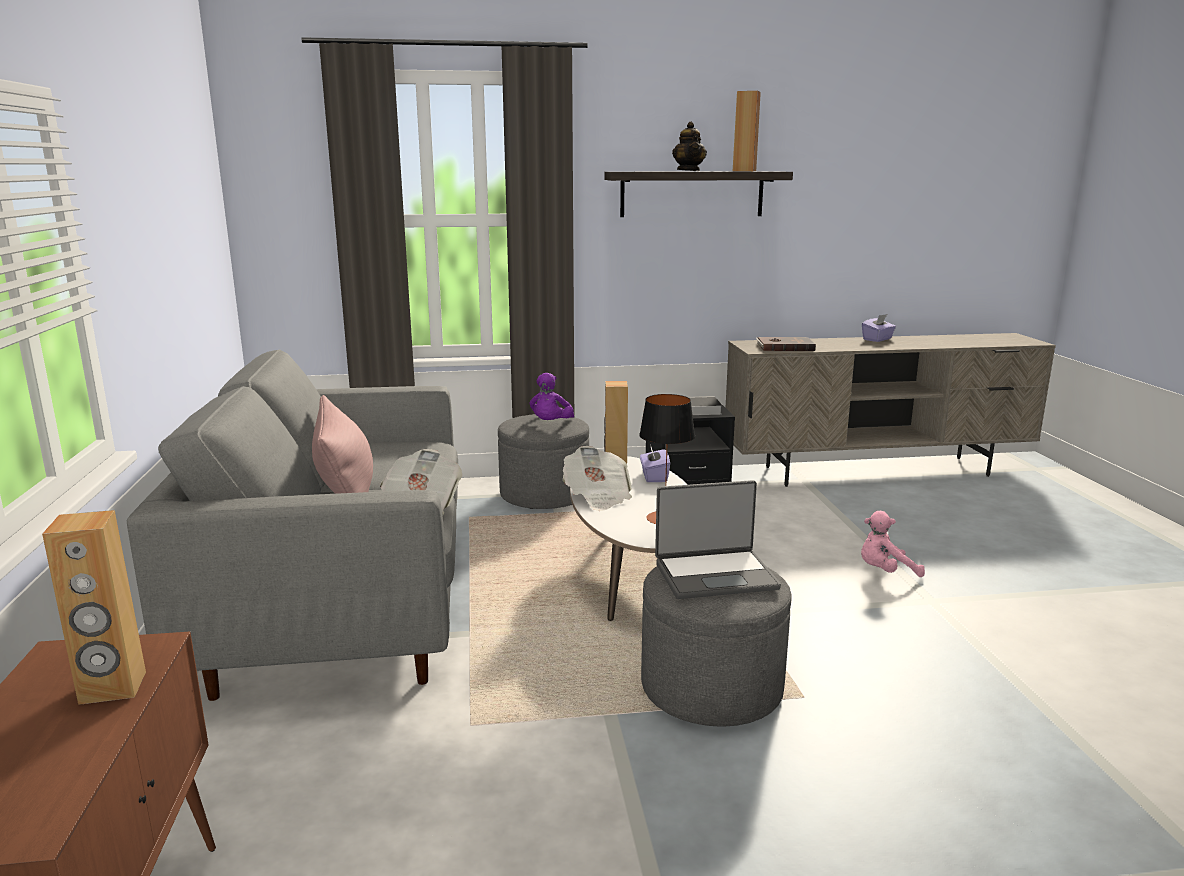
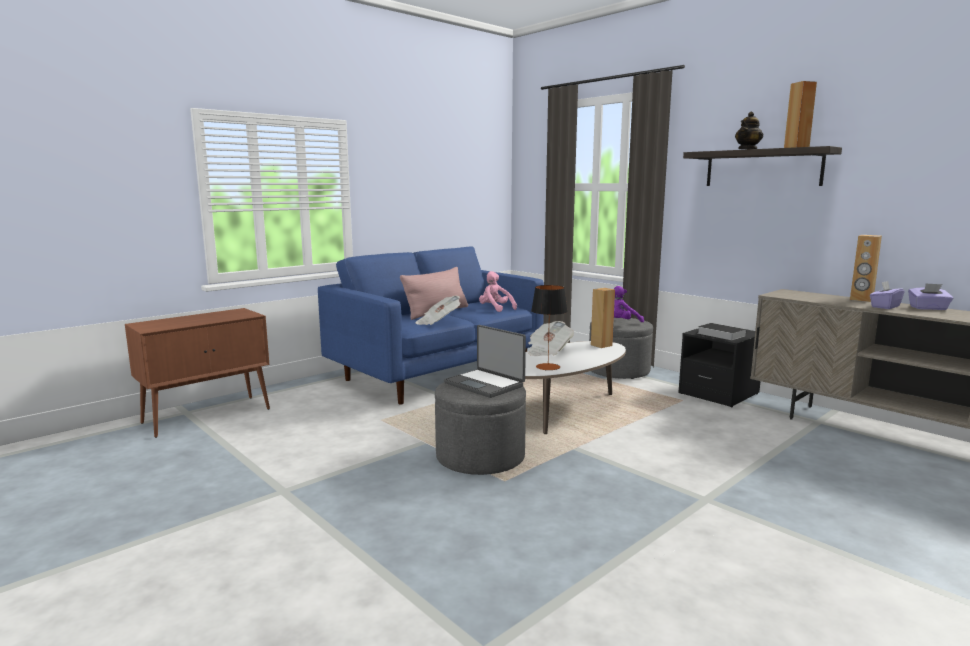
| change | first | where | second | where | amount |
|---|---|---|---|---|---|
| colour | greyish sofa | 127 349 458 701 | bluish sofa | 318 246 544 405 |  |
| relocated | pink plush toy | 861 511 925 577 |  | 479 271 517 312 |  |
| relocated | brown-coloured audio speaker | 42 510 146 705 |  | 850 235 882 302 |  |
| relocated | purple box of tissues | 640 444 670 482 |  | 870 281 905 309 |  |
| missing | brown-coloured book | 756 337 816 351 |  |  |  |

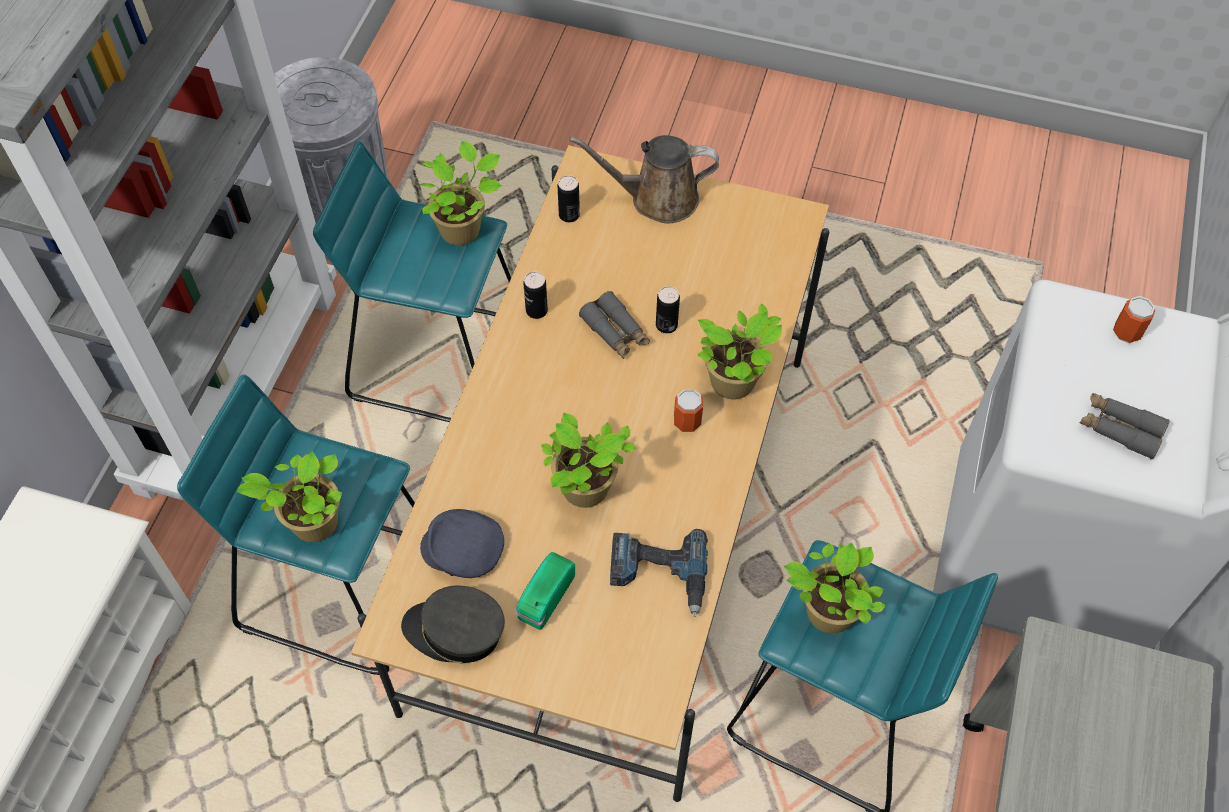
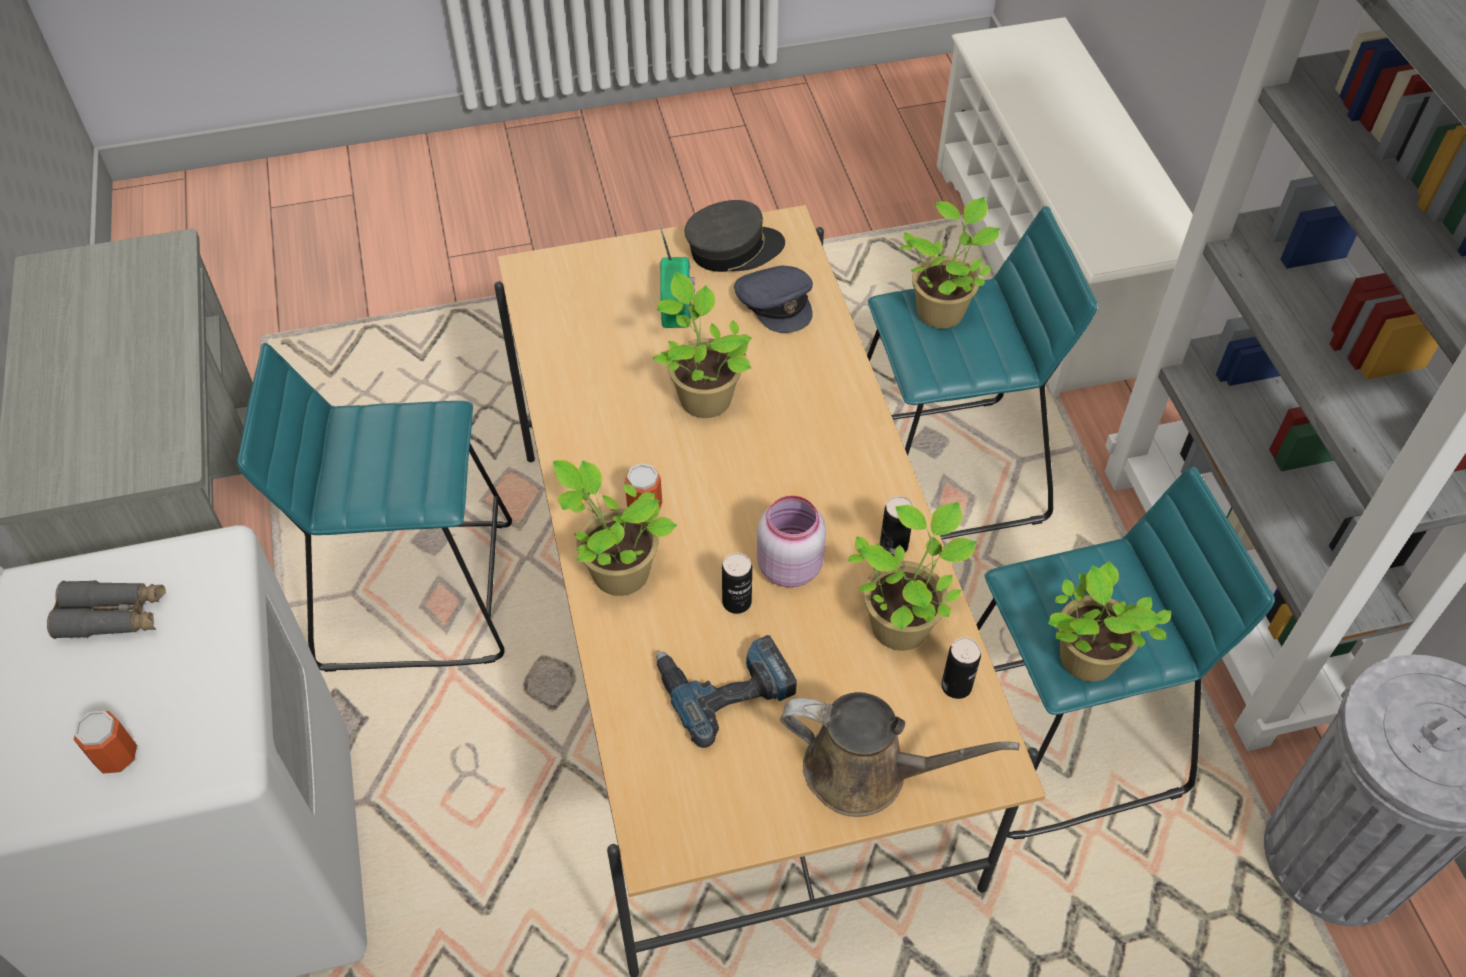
| change | first | where | second | where | amount |
|---|---|---|---|---|---|
| relocated | power drill | 610 529 708 617 |  | 656 635 797 748 |  |
| spun | greyish baseball cap | 420 509 504 578 |  | 734 266 813 333 | 75 degrees clockwise |
| exchanged | greyish binoculars | 579 291 650 359 | pink preserve jar | 757 495 826 587 |  |
| spun | brown-coloured watering pot | 569 135 719 223 |  | 780 692 1020 817 | 45 degrees clockwise |
| relocated | plant in a pot | 784 543 886 634 |  | 848 502 977 651 |  |

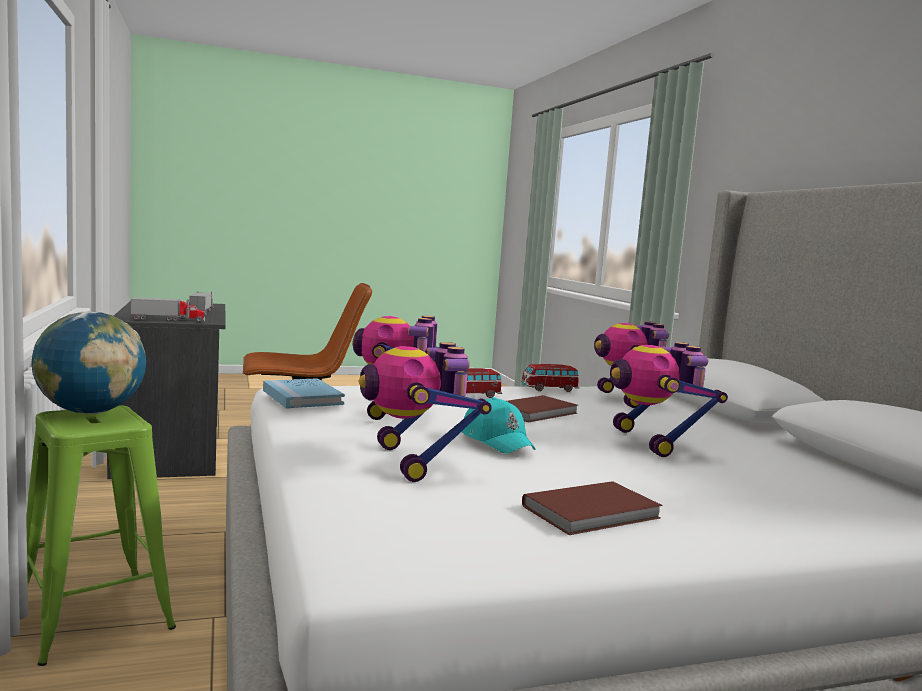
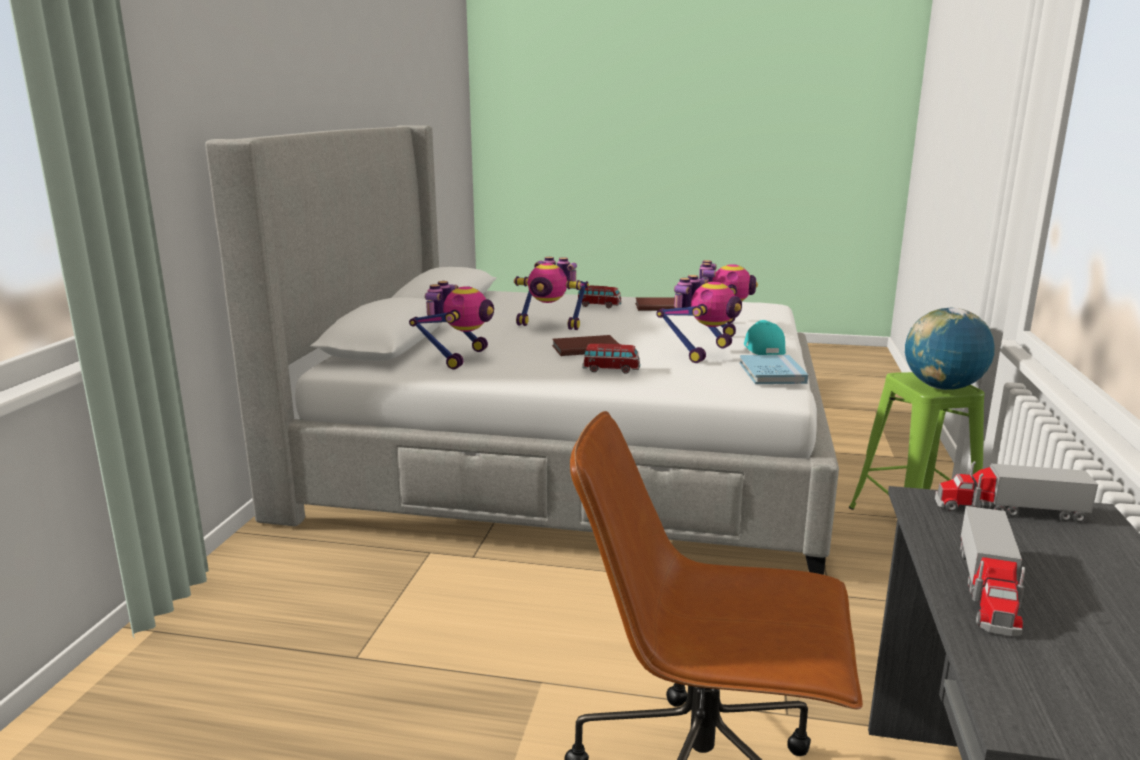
| change | first | where | second | where | amount |
|---|---|---|---|---|---|
| spun | robot figure | 610 342 728 457 |  | 514 257 589 330 | 90 degrees clockwise |
| relocated | miniature car | 521 364 579 392 |  | 577 285 622 308 |  |
| relocated | turquoise-coloured baseball cap | 462 397 535 454 |  | 744 320 786 355 |  |

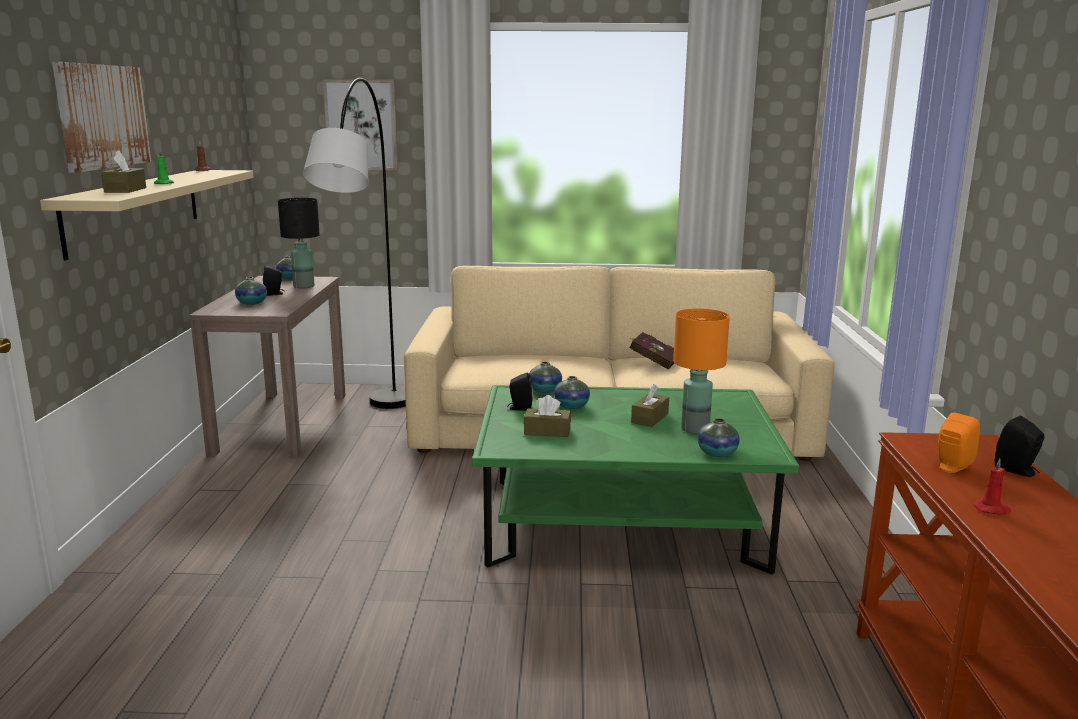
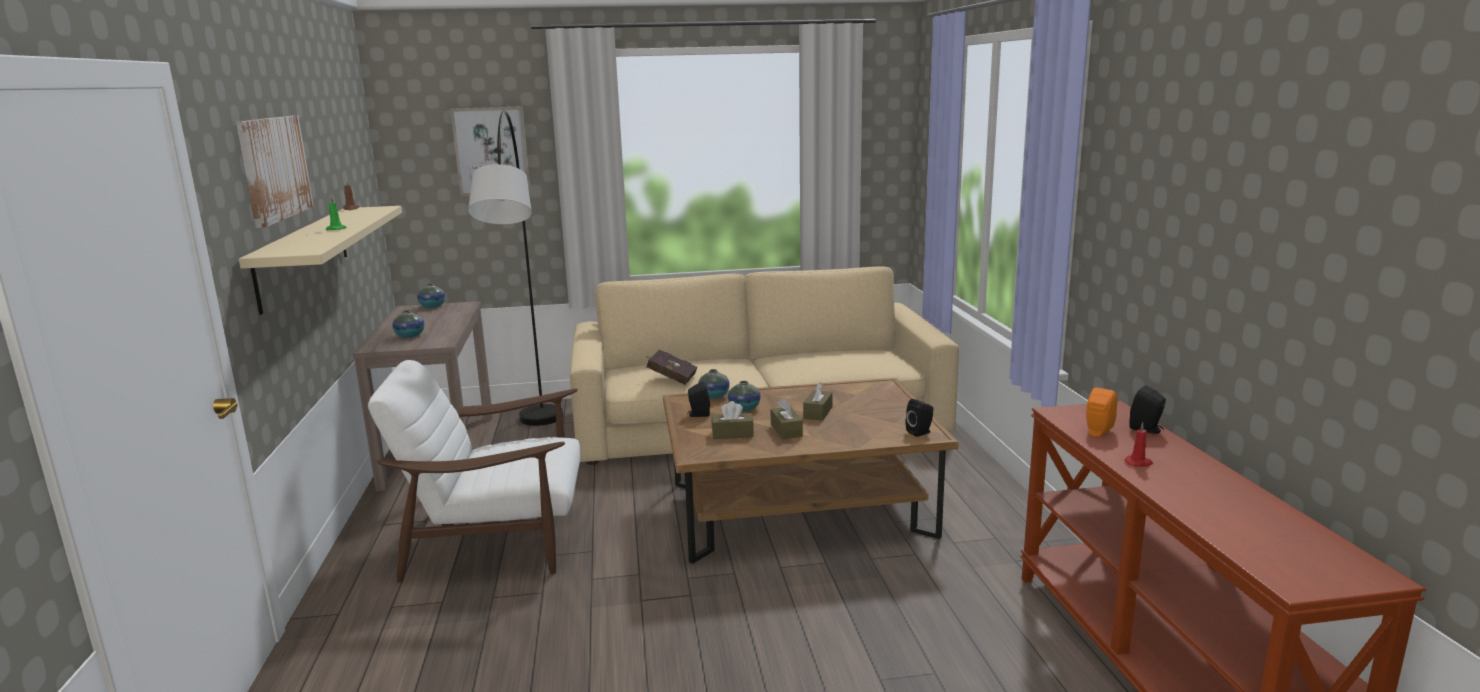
| change | first | where | second | where | amount |
|---|---|---|---|---|---|
| appeared |  |  | whitish lounge chair | 368 360 580 583 |  |
| relocated | red book | 629 332 674 369 |  | 646 350 697 385 |  |
| colour | green-coloured coffee table | 472 385 799 575 | brown-coloured coffee table | 663 378 959 564 |  |
| relocated | brown-coloured box of tissues | 101 150 146 193 |  | 771 398 803 439 |  |
| relocated | black audio speaker | 263 265 285 296 |  | 905 399 933 437 |  |
| missing | black table lamp | 278 198 320 289 |  |  |  |
| missing | orangey table lamp | 673 308 730 434 |  |  |  |
| missing | vase | 697 418 740 457 |  |  |  |

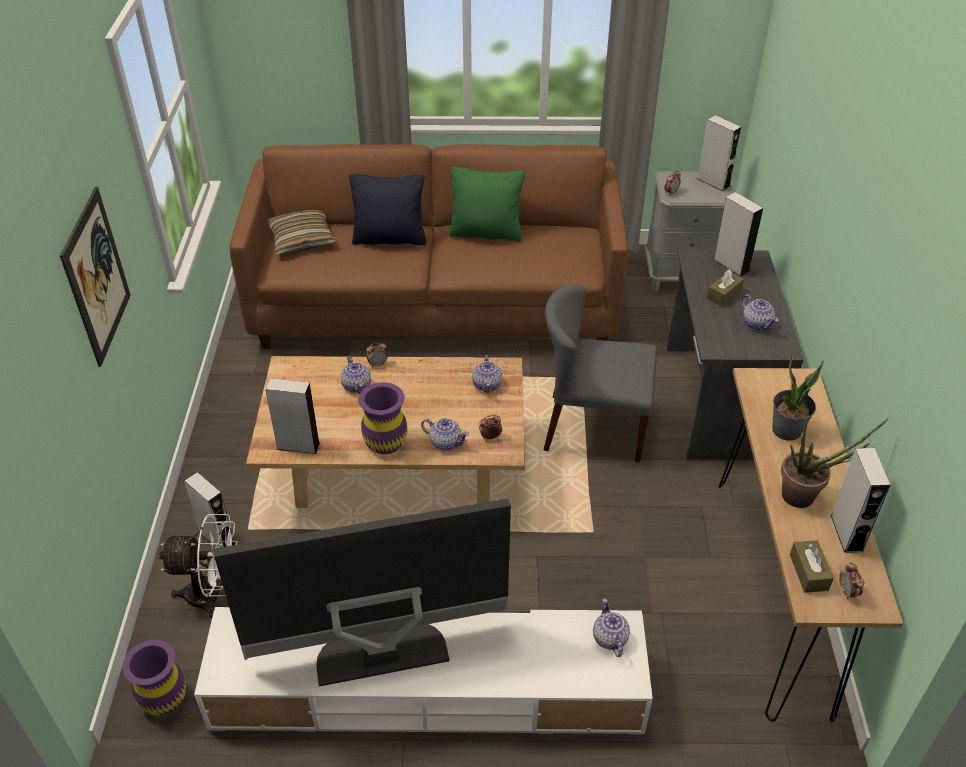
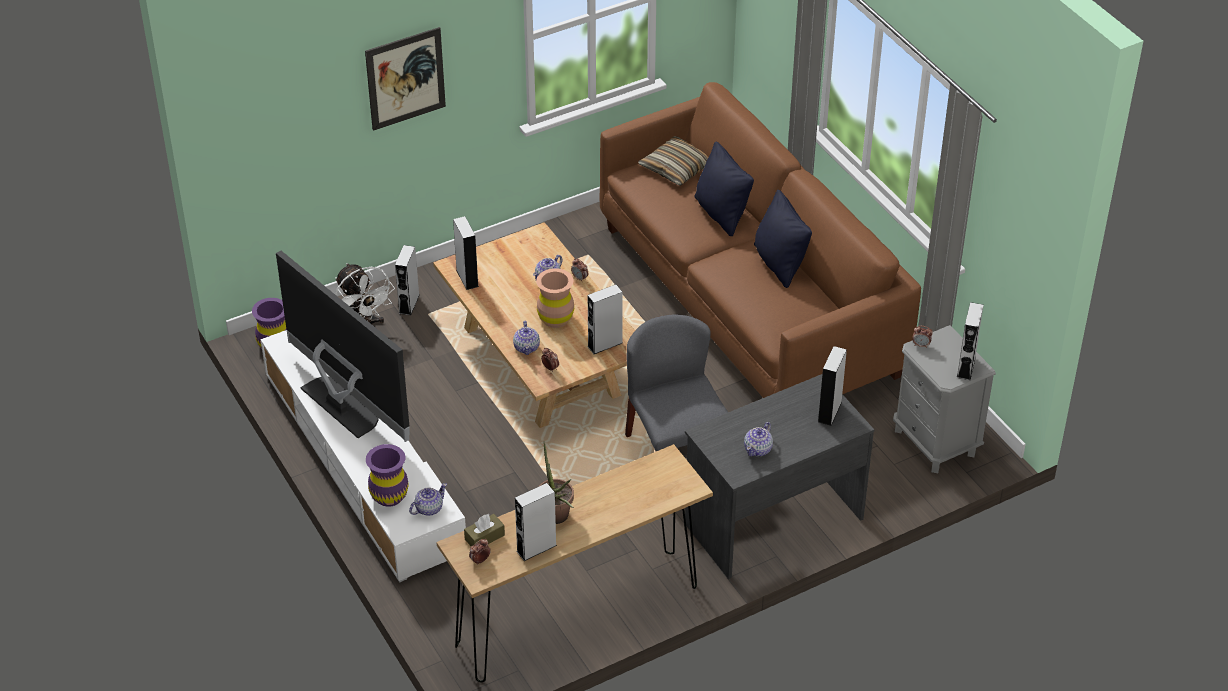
| change | first | where | second | where | amount |
|---|---|---|---|---|---|
| relocated | purple vase | 358 382 408 454 |  | 366 444 409 507 |  |
| appeared |  |  | brown-coloured vase | 536 268 574 328 |  |
| exchanged | tea pot | 472 354 502 393 | greyish audio speaker | 587 284 623 354 |  |
| colour | green-coloured cushion | 449 167 525 242 | black cushion | 754 190 812 288 |  |
| missing | brown-coloured box of tissues | 707 269 744 307 |  |  |  |
| missing | plant in a pot | 772 354 824 441 |  |  |  |

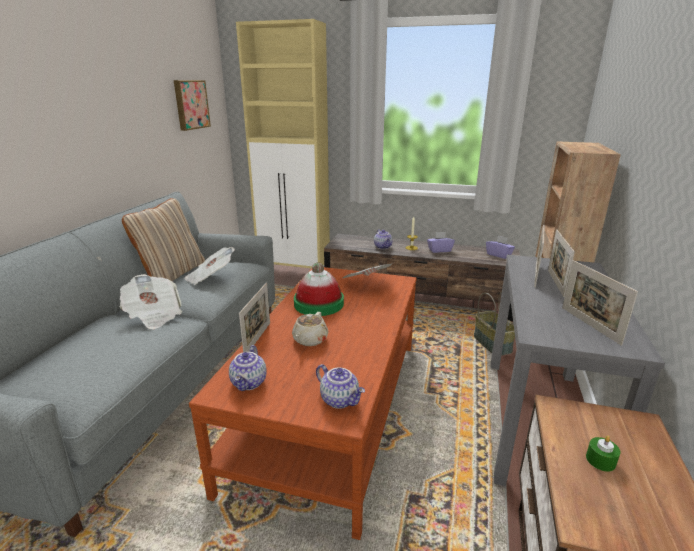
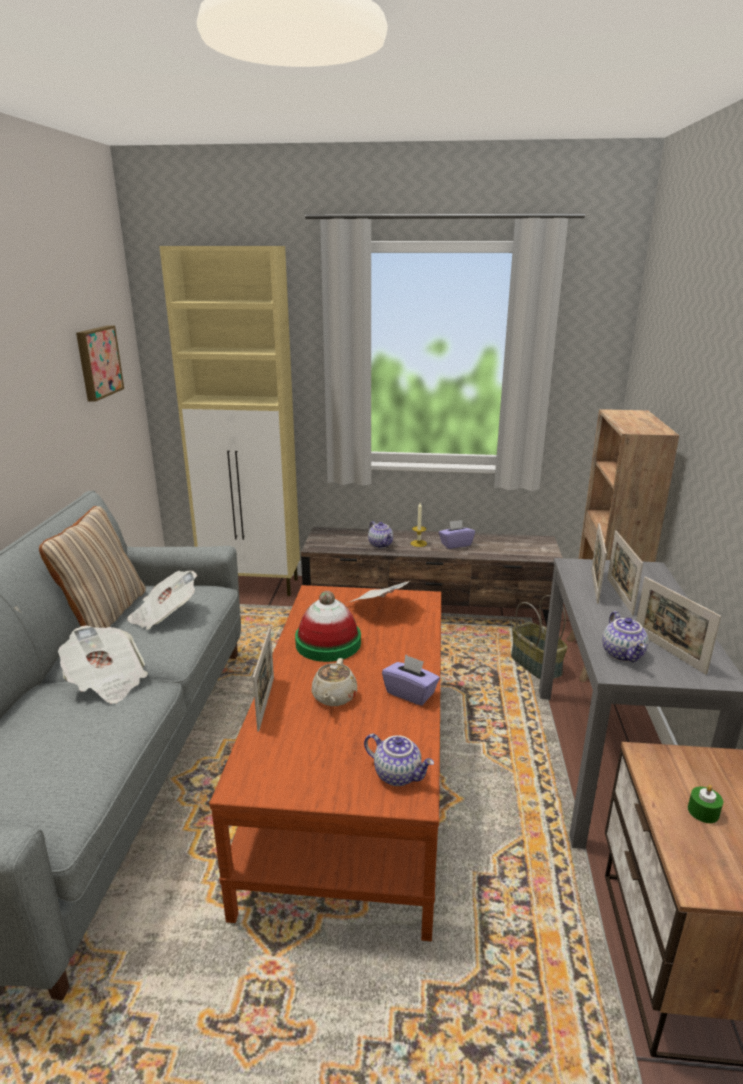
| change | first | where | second | where | amount |
|---|---|---|---|---|---|
| relocated | purple box of tissues | 486 235 515 259 |  | 382 654 440 706 |  |
| relocated | tea pot | 229 345 267 391 |  | 602 611 648 662 |  |

